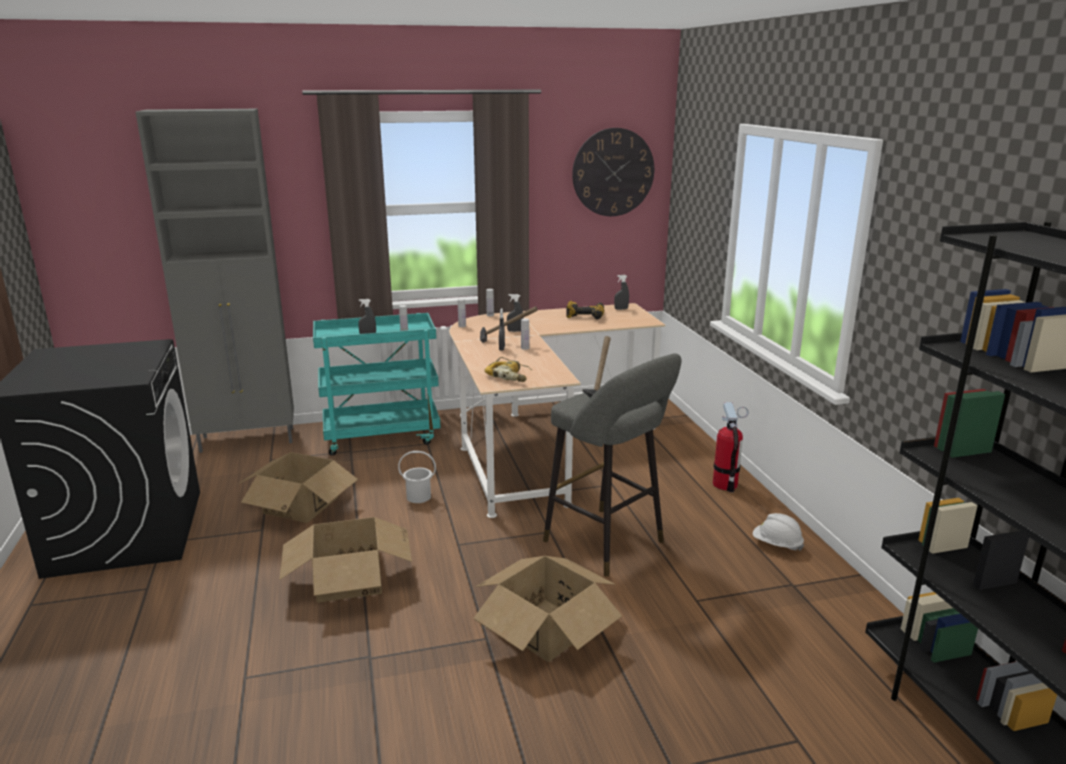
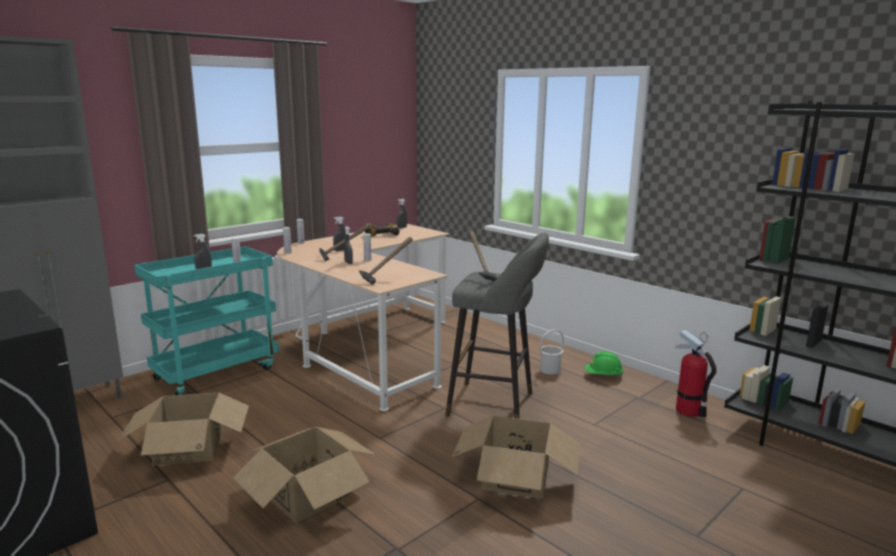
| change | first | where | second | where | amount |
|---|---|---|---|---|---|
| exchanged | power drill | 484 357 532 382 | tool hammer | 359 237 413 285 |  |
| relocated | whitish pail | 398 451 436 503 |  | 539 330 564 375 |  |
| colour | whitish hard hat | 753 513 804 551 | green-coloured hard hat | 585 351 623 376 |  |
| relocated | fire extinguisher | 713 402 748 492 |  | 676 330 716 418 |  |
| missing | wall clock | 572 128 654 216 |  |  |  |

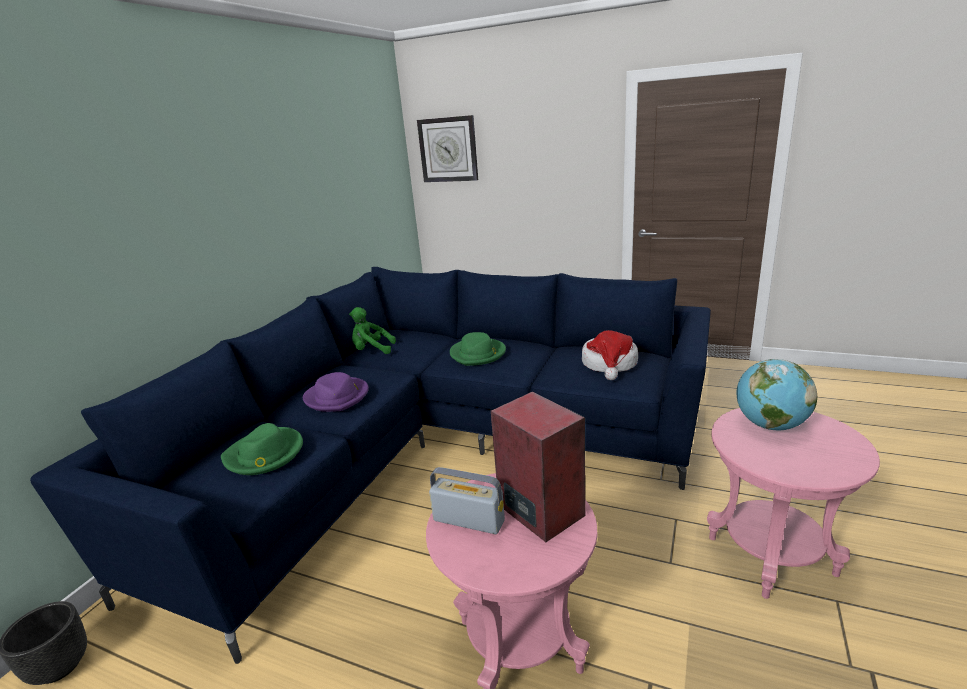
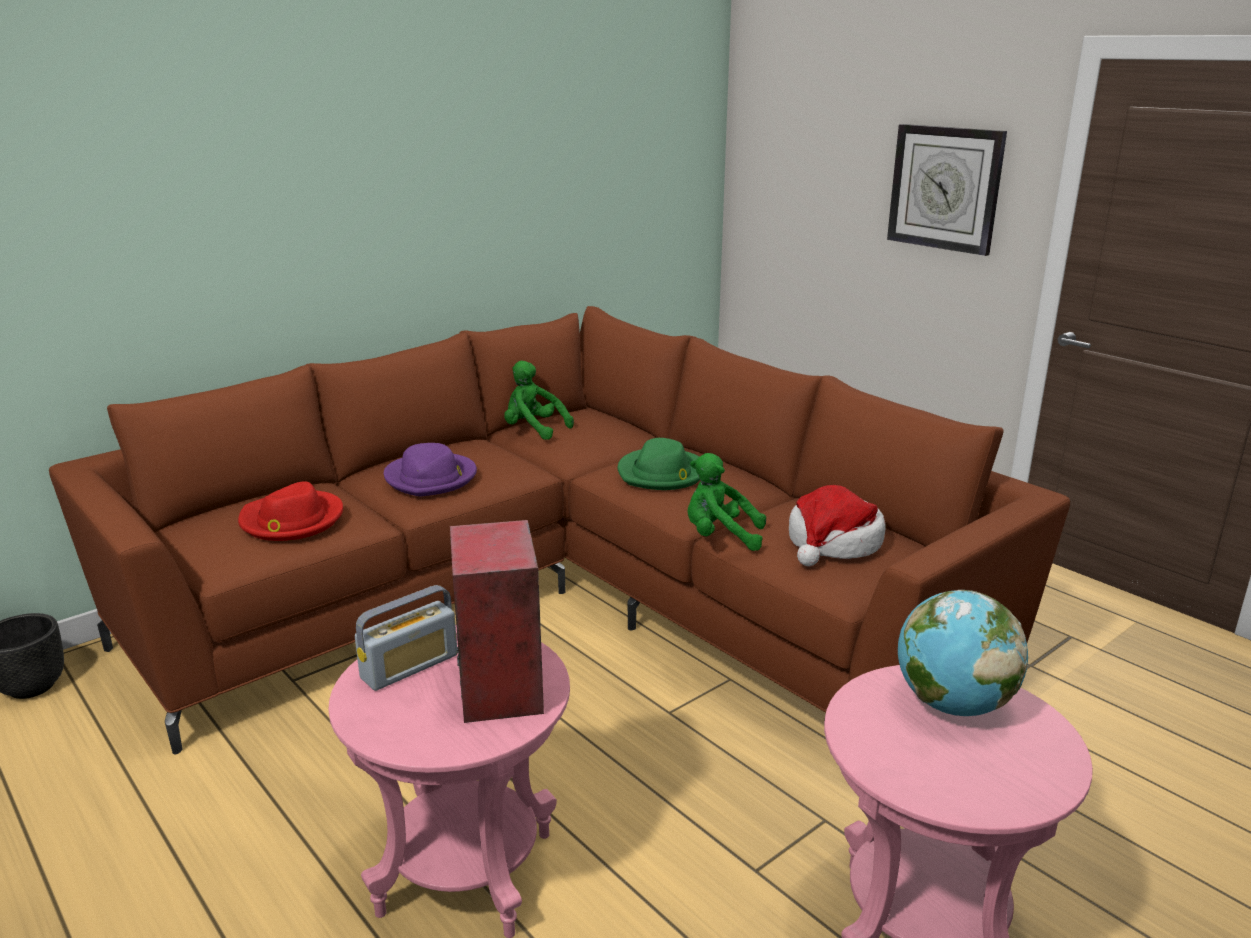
| change | first | where | second | where | amount |
|---|---|---|---|---|---|
| colour | bluish sofa | 30 267 711 664 | brown-coloured sofa | 49 306 1070 754 |  |
| colour | green-coloured clothing hat | 221 423 303 475 | red clothing hat | 238 481 343 541 |  |
| spun | radio | 429 467 505 534 |  | 355 585 458 691 | 90 degrees clockwise |
| appeared |  |  | green-coloured plush toy | 688 453 766 551 |  |
| relocated | wall clock | 417 115 478 182 |  | 887 124 1007 256 |  |

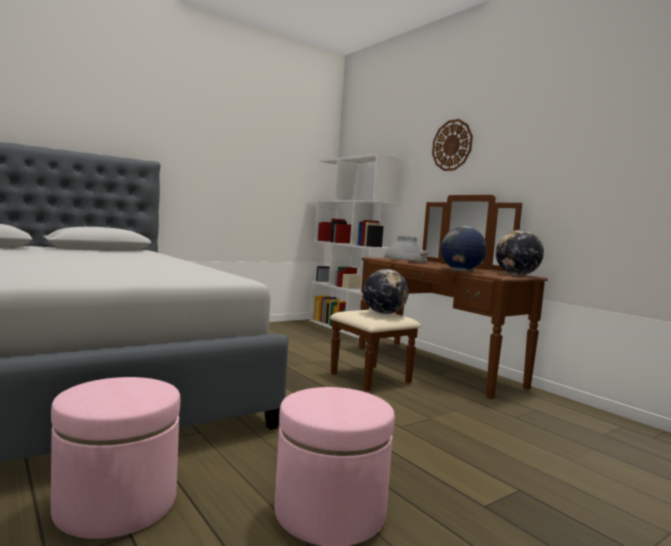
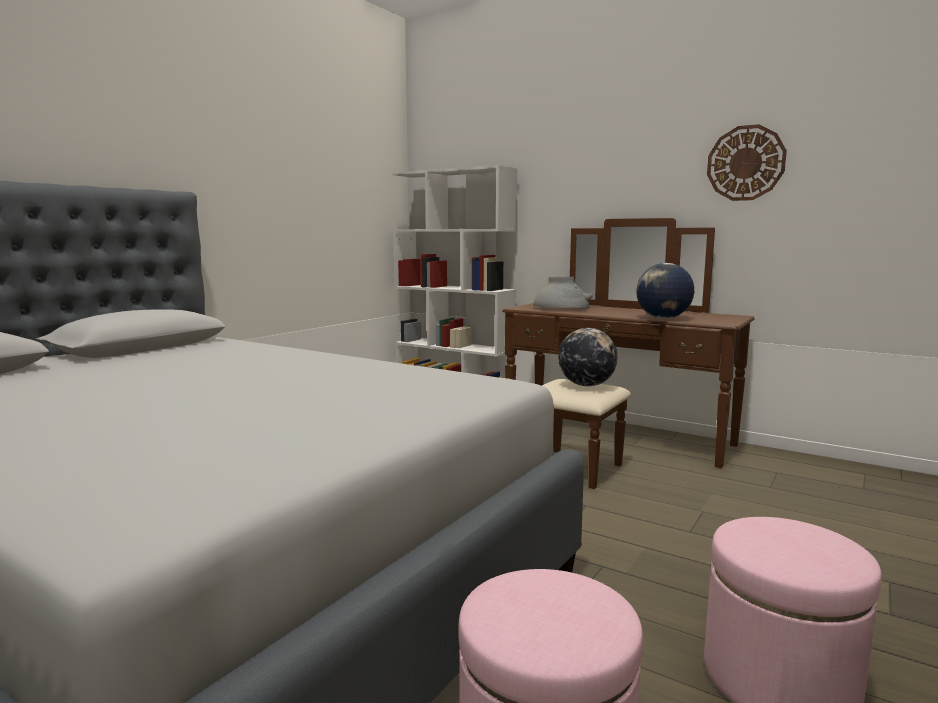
| change | first | where | second | where | amount |
|---|---|---|---|---|---|
| relocated | wall clock | 432 119 473 171 |  | 707 124 787 201 |  |
| missing | desk globe | 496 230 544 275 |  |  |  |

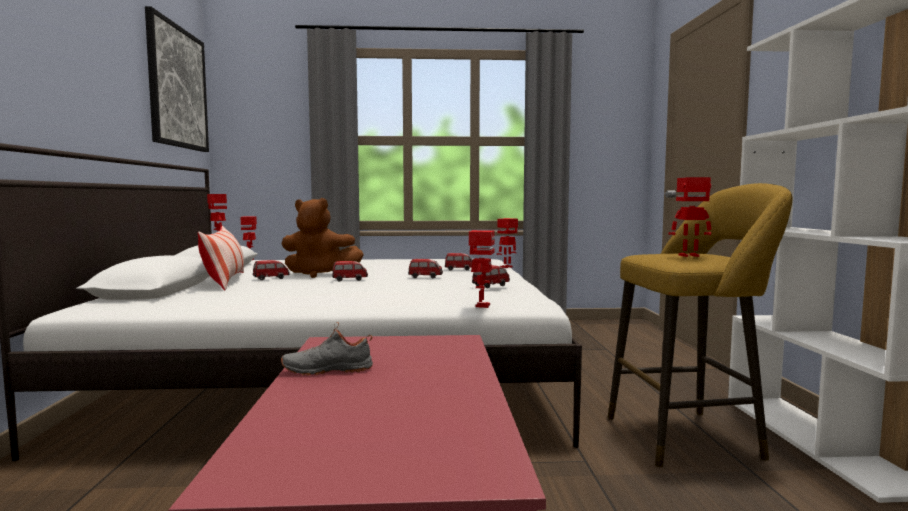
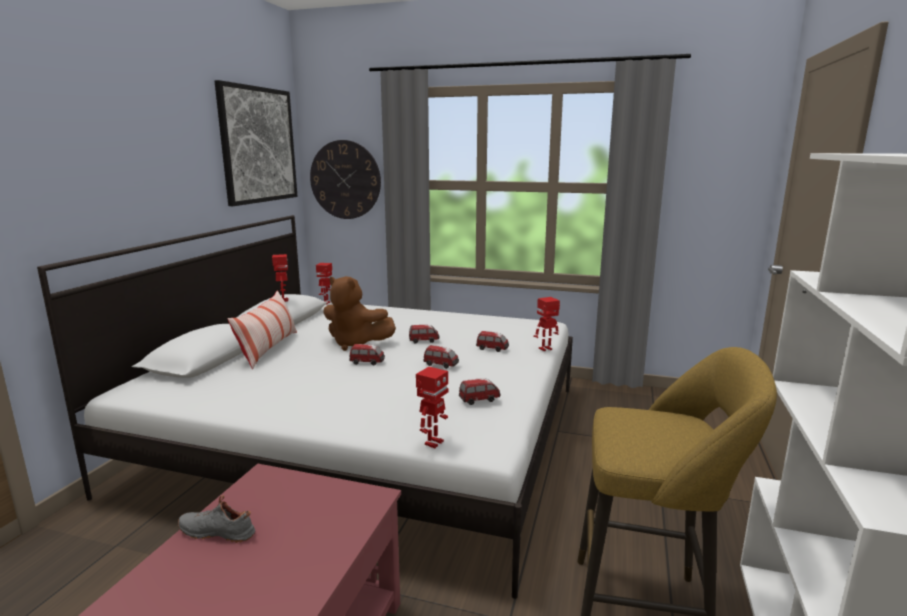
| change | first | where | second | where | amount |
|---|---|---|---|---|---|
| appeared |  |  | wall clock | 310 140 381 219 |  |
| relocated | miniature car | 253 260 290 280 |  | 409 325 439 344 |  |
| missing | robot figure | 669 177 712 257 |  |  |  |

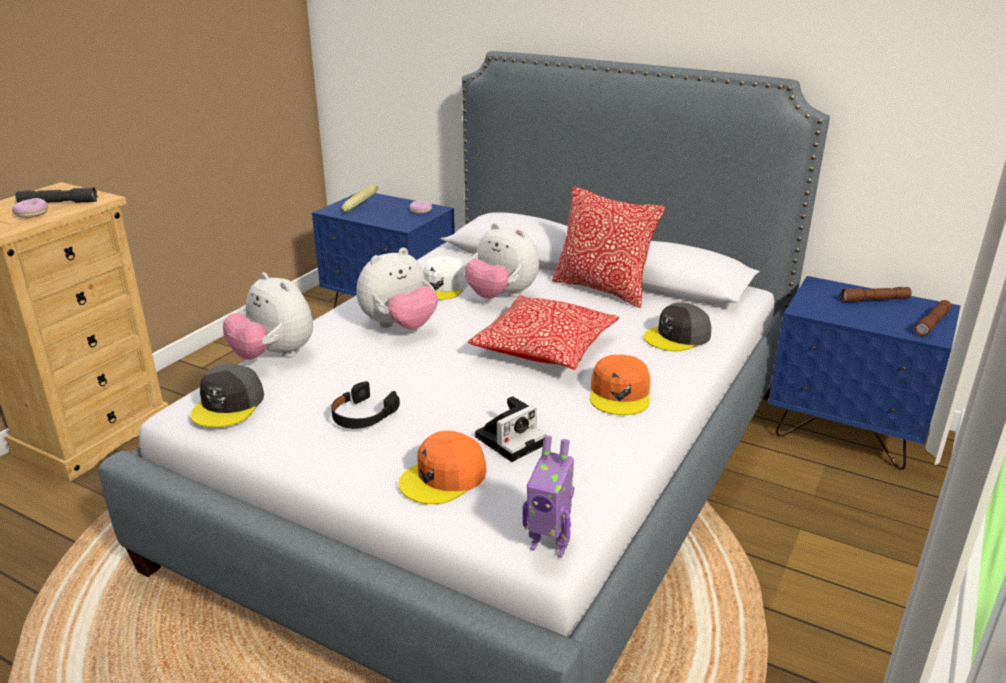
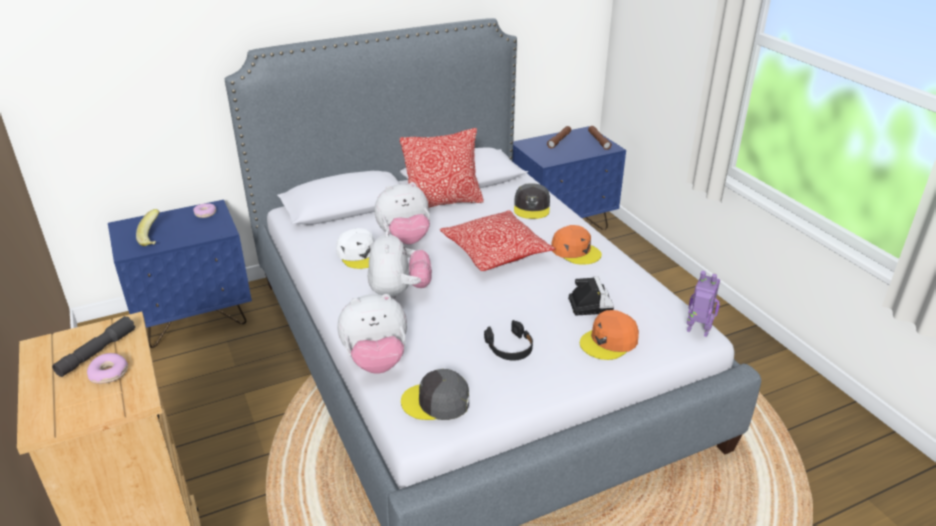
| change | first | where | second | where | amount |
|---|---|---|---|---|---|
| spun | greyish baseball cap | 190 364 264 427 |  | 401 369 469 420 | 135 degrees clockwise |
| spun | orangey baseball cap | 398 431 487 504 |  | 580 310 639 360 | 60 degrees clockwise |
| spun | robot figure | 523 435 575 558 |  | 687 271 720 337 | 120 degrees counterclockwise |

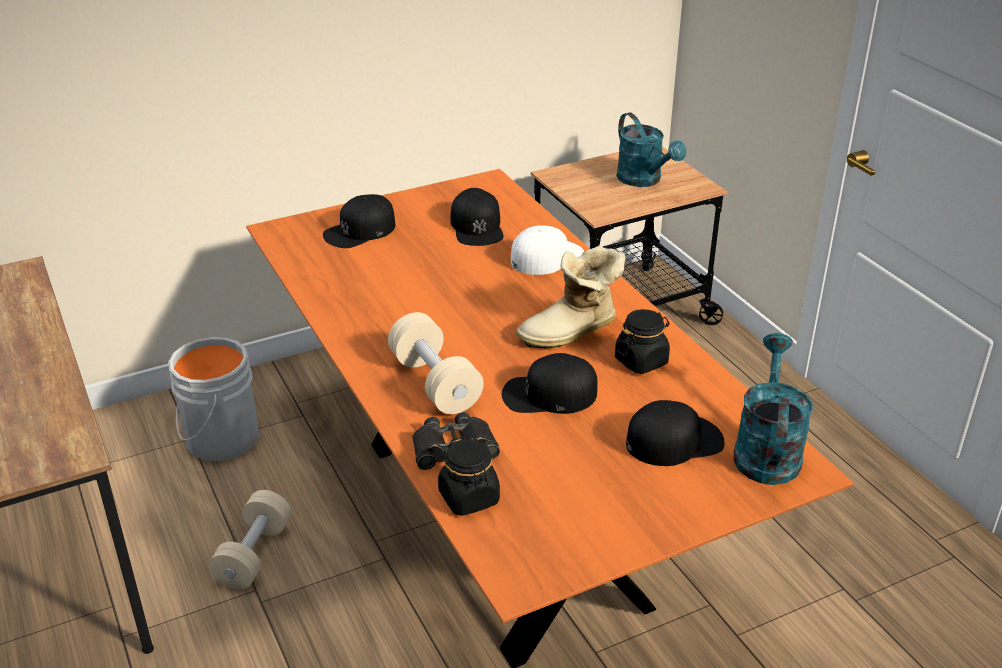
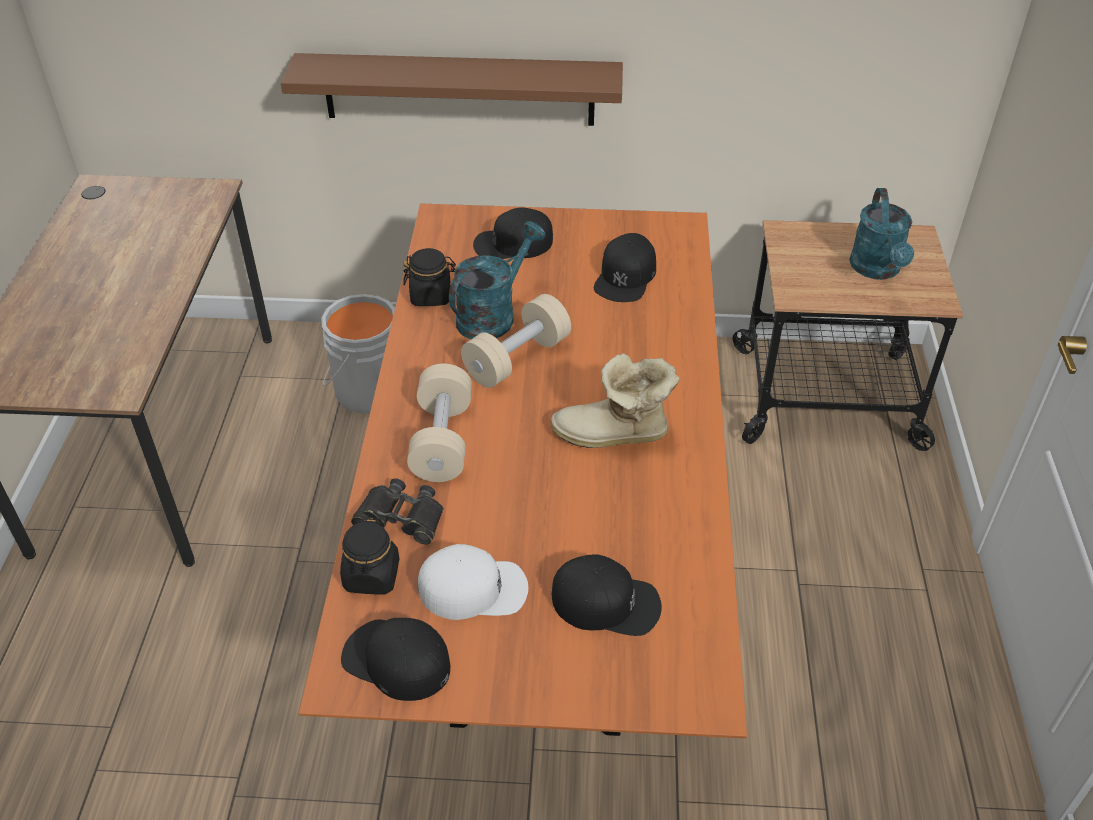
| change | first | where | second | where | amount |
|---|---|---|---|---|---|
| appeared |  |  | brown-coloured wall shelf | 281 53 623 126 |  |
| relocated | black baseball cap | 502 353 598 414 |  | 341 618 450 701 |  |
| relocated | black preserve jar | 615 309 670 374 |  | 403 248 456 306 |  |
| relocated | whitish baseball cap | 511 226 584 275 |  | 418 544 528 620 |  |
| relocated | turquoise-coloured watering pot | 733 333 813 485 |  | 449 221 546 339 |  |
| relocated | beige free weight | 209 490 291 589 |  | 461 294 571 388 |  |

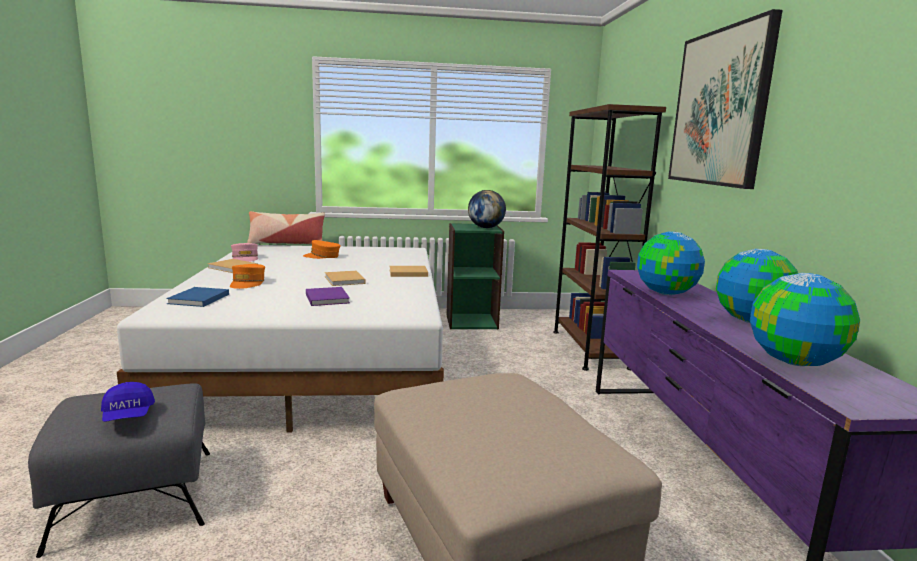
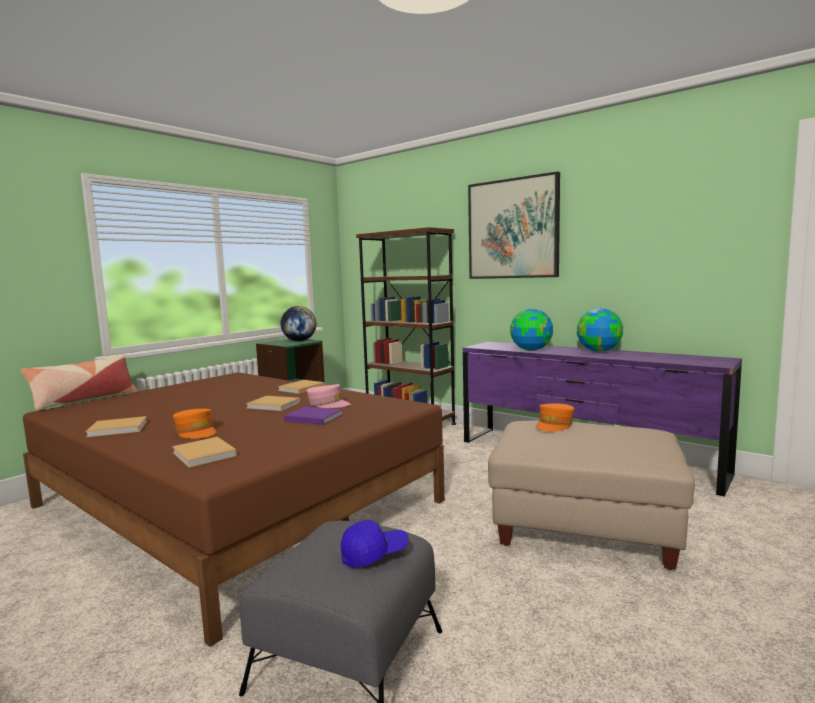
| change | first | where | second | where | amount |
|---|---|---|---|---|---|
| colour | whitish bedroom bed | 117 245 444 433 | brown-coloured bedroom bed | 23 372 445 647 |  |
| colour | bluish book | 166 287 229 307 | beige book | 172 437 237 468 |  |
| relocated | pink baseball cap | 231 243 258 262 |  | 306 384 350 408 |  |
| spun | bluish baseball cap | 101 382 155 422 |  | 341 520 408 568 | 45 degrees counterclockwise |
| relocated | orangey baseball cap | 303 240 341 259 |  | 536 403 574 431 |  |
| missing | desk globe | 750 273 860 366 |  |  |  |

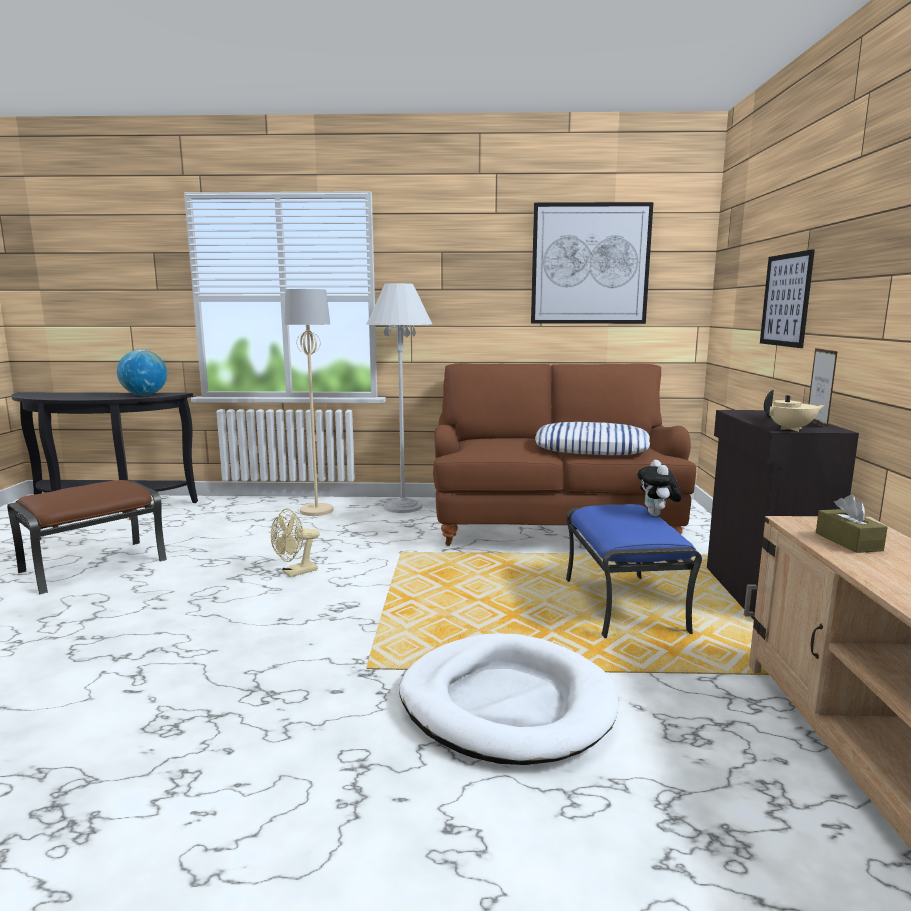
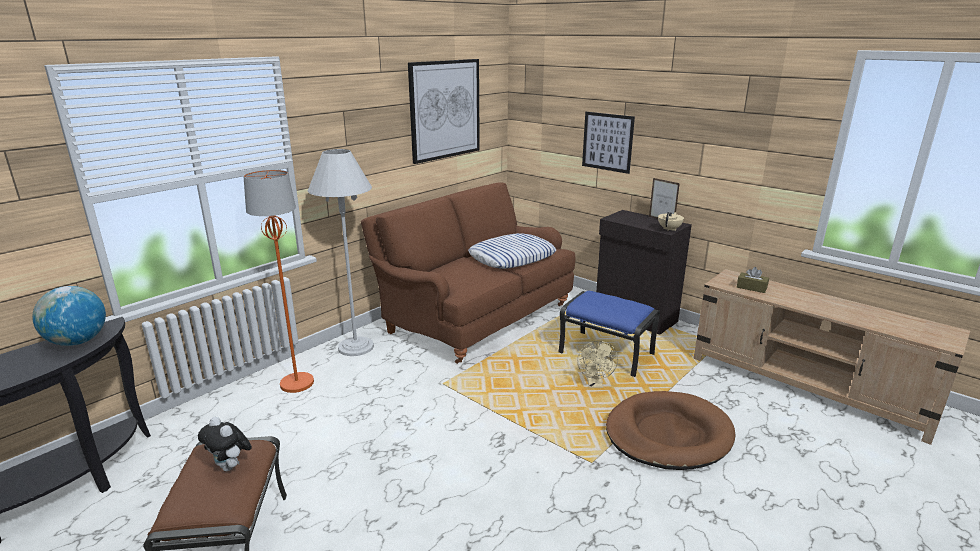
| change | first | where | second | where | amount |
|---|---|---|---|---|---|
| relocated | plush toy | 637 460 682 516 |  | 198 417 252 471 |  |
| colour | beige standing lamp | 284 289 334 516 | orangey standing lamp | 243 170 314 393 |  |
| relocated | beige fan | 271 509 320 577 |  | 577 341 618 388 |  |
| colour | whitish pet bed | 399 633 618 765 | brown-coloured pet bed | 606 391 736 470 |  |

